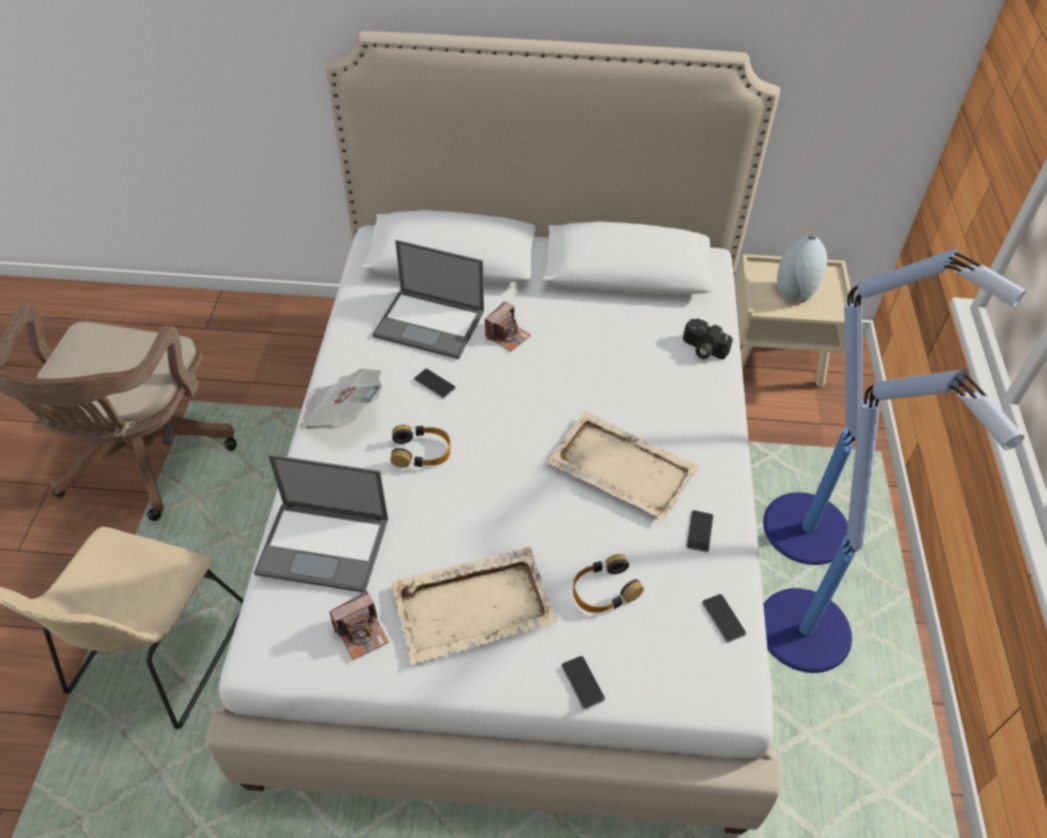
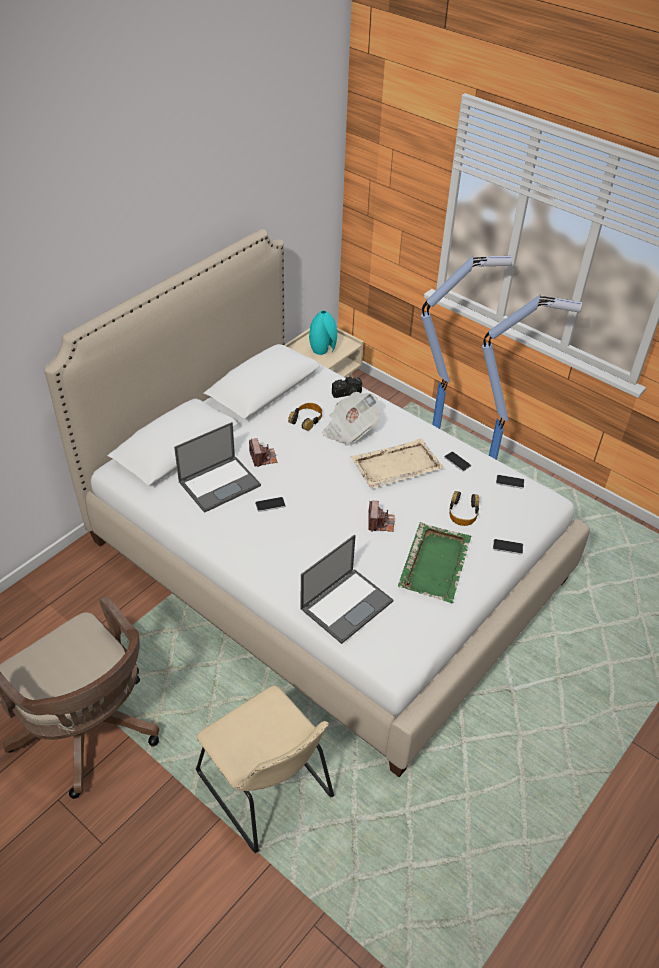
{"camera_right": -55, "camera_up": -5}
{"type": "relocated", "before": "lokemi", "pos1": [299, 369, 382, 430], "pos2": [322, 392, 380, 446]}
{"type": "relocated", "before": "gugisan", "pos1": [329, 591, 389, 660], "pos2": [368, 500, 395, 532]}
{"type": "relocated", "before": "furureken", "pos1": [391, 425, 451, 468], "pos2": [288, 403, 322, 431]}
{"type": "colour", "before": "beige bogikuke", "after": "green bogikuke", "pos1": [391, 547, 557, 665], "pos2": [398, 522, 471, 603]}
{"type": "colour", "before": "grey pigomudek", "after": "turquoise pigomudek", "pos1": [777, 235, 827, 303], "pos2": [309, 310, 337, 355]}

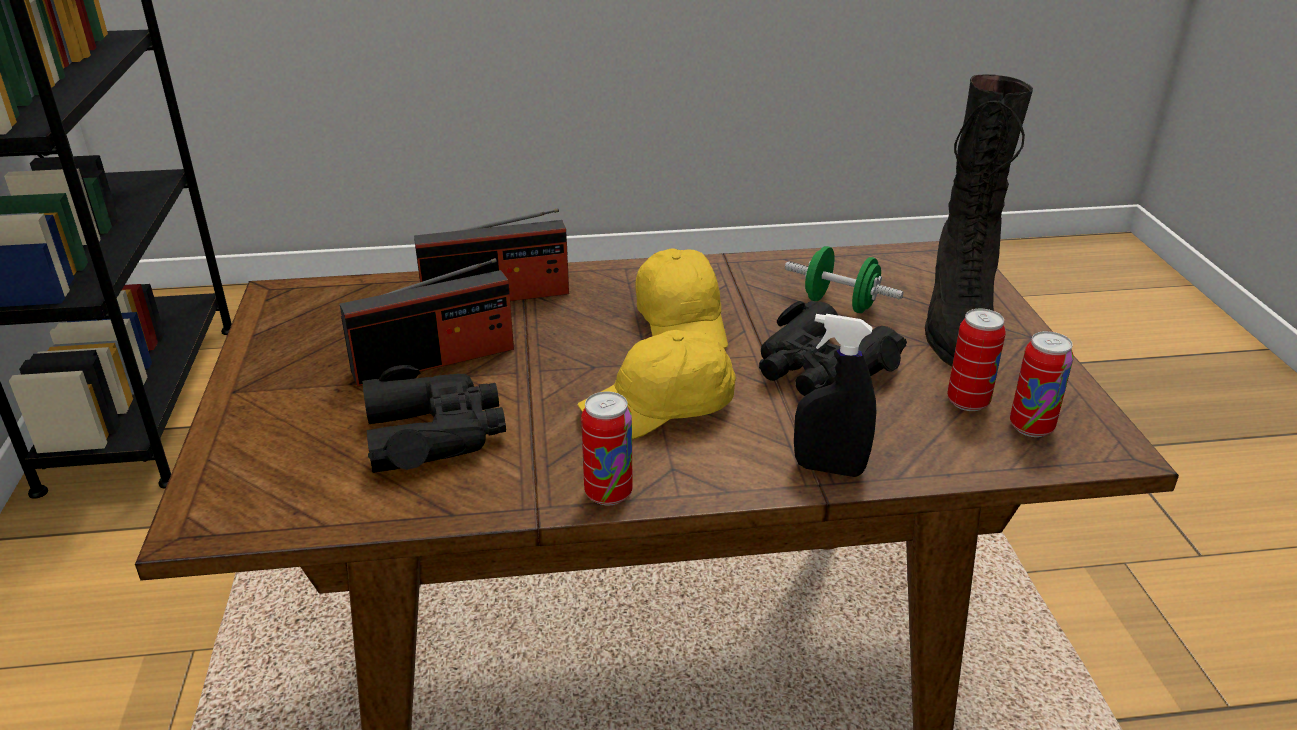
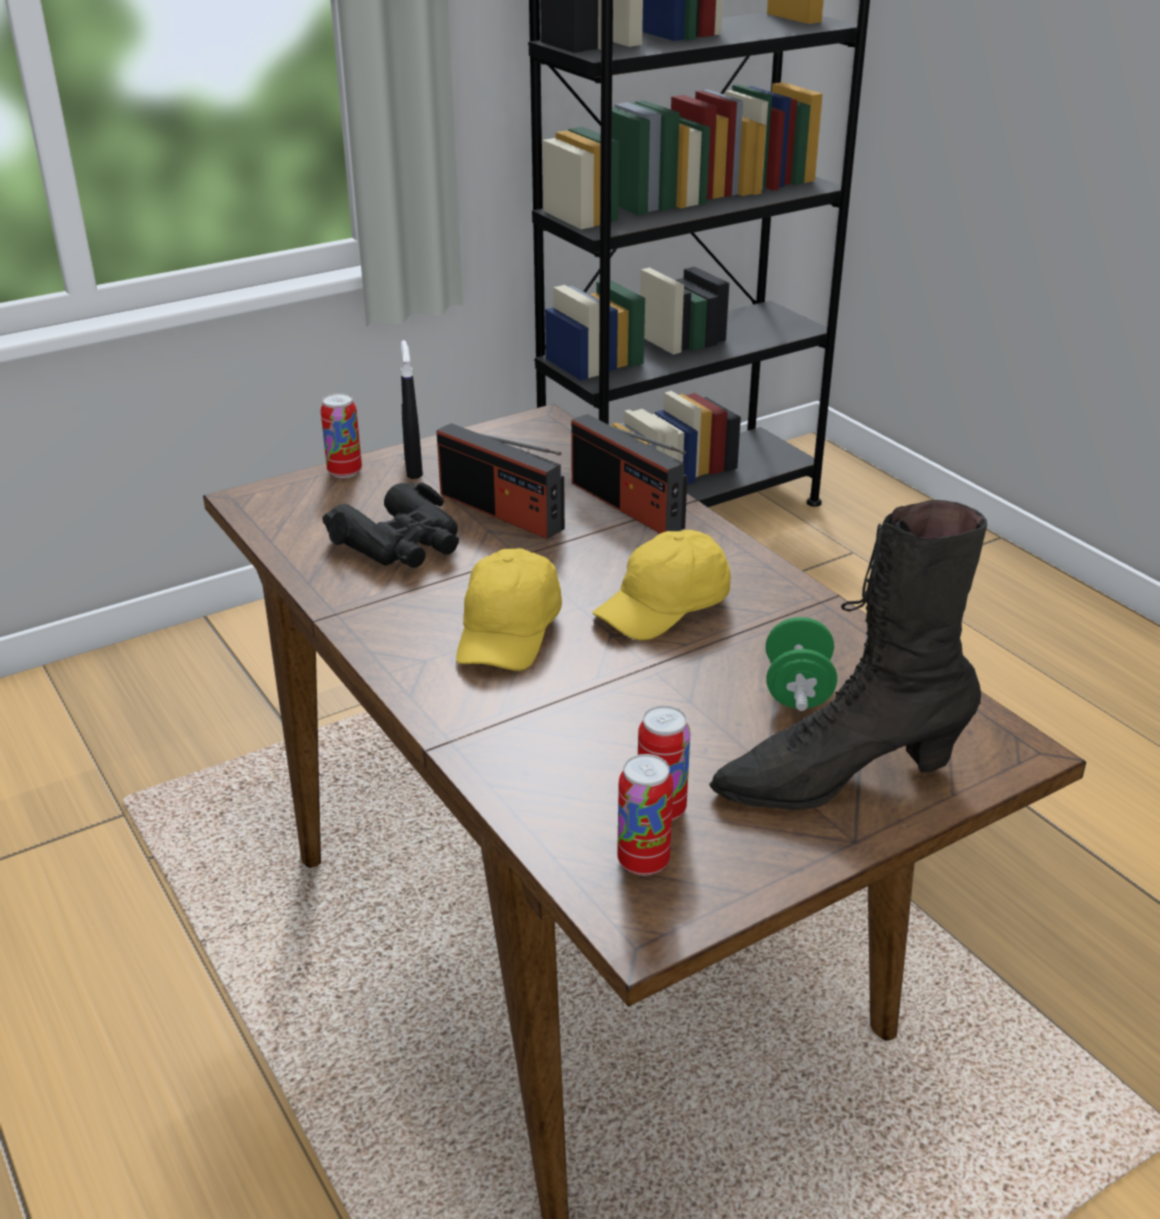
{"camera_right": 65, "camera_up": 0}
{"type": "missing", "before": "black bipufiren", "pos1": [759, 301, 907, 396]}
{"type": "relocated", "before": "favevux", "pos1": [581, 391, 633, 505], "pos2": [320, 393, 362, 478]}
{"type": "relocated", "before": "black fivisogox", "pos1": [794, 314, 876, 477], "pos2": [400, 340, 423, 479]}
{"type": "spun", "before": "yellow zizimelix", "pos1": [578, 330, 736, 439], "pos2": [456, 548, 562, 671], "turn": -120}

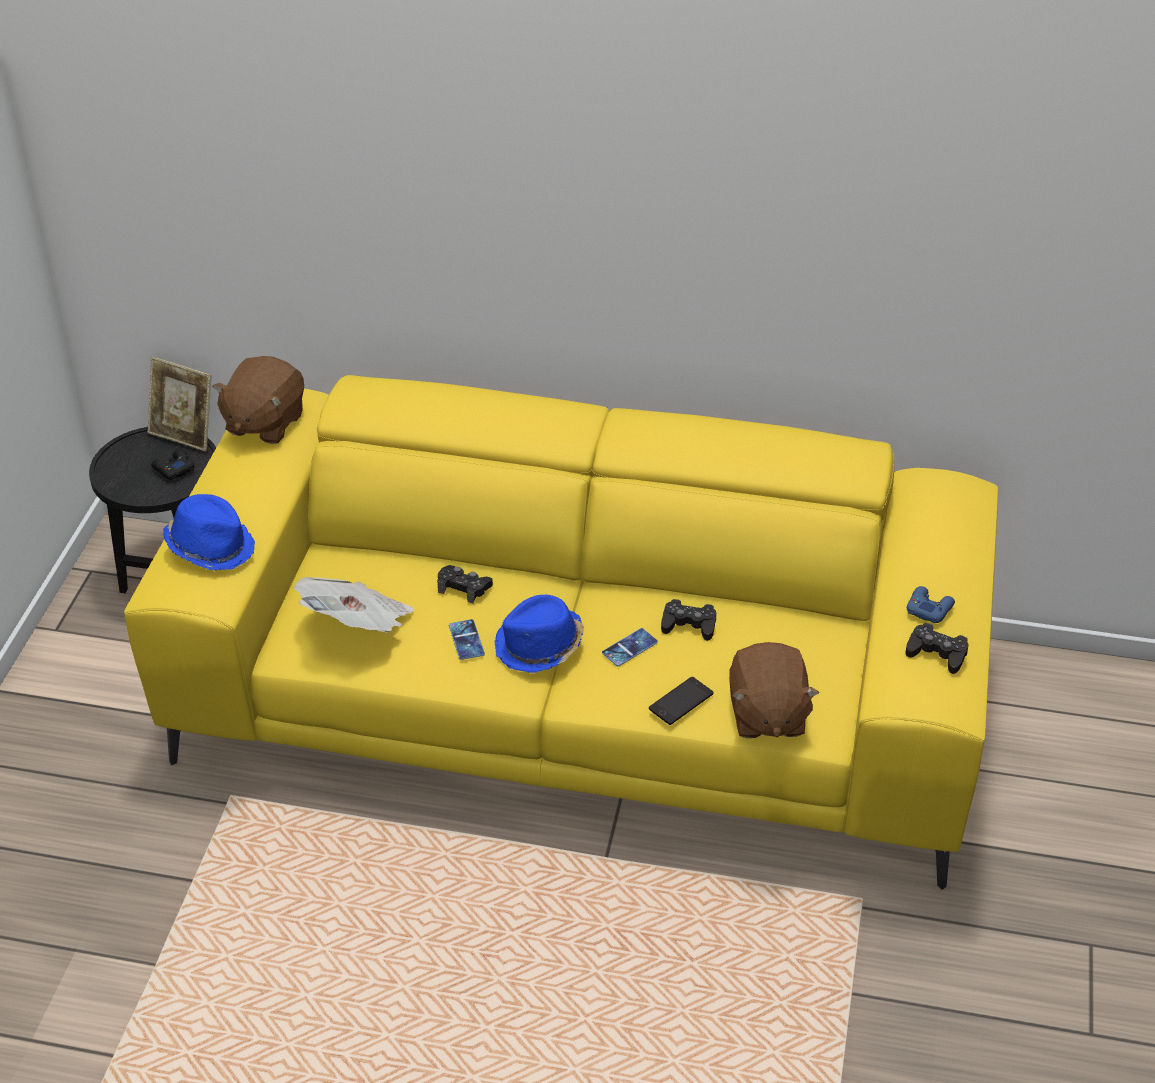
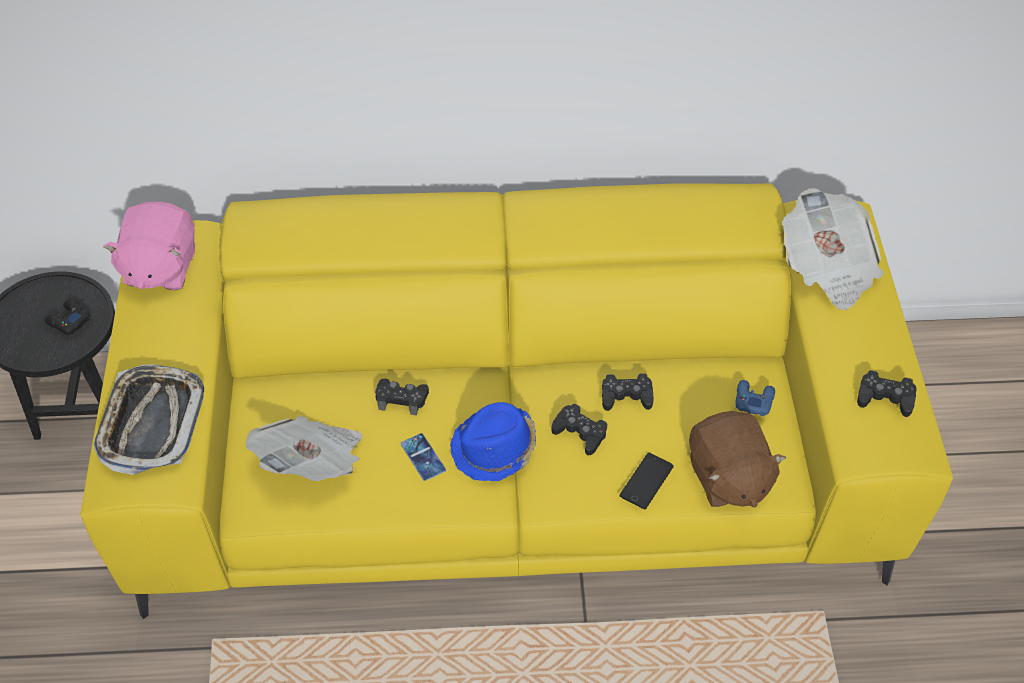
{"camera_right": -15, "camera_up": 10}
{"type": "missing", "before": "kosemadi", "pos1": [148, 356, 211, 451]}
{"type": "appeared", "after": "lokemi", "pos2": [782, 188, 884, 310]}
{"type": "relocated", "before": "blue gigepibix", "pos1": [907, 586, 955, 623], "pos2": [735, 380, 775, 416]}
{"type": "exchanged", "before": "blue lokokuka", "after": "bogikuke", "pos1": [163, 494, 255, 571], "pos2": [94, 365, 204, 475]}
{"type": "exchanged", "before": "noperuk", "after": "black gigepibix", "pos1": [602, 628, 658, 666], "pos2": [551, 404, 607, 455]}
{"type": "colour", "before": "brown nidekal", "after": "pink nidekal", "pos1": [212, 356, 304, 444], "pos2": [103, 202, 195, 290]}

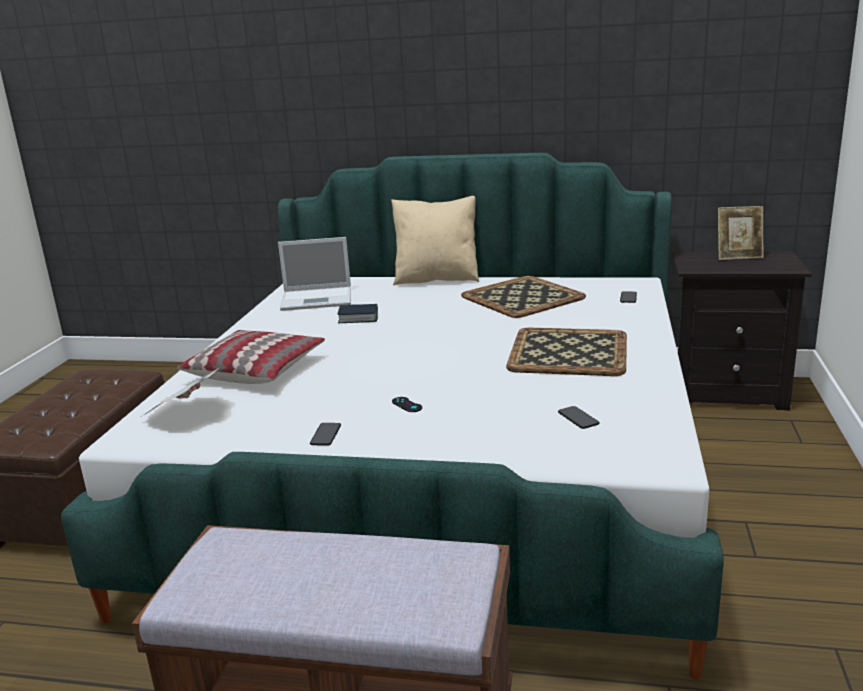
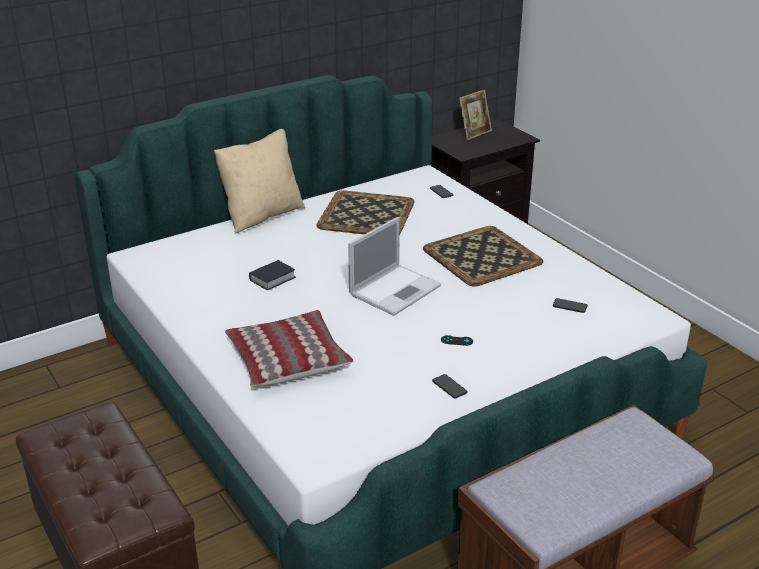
{"camera_right": -45, "camera_up": 10}
{"type": "missing", "before": "lokemi", "pos1": [144, 366, 223, 415]}
{"type": "relocated", "before": "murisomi", "pos1": [278, 237, 351, 311], "pos2": [348, 217, 441, 316]}

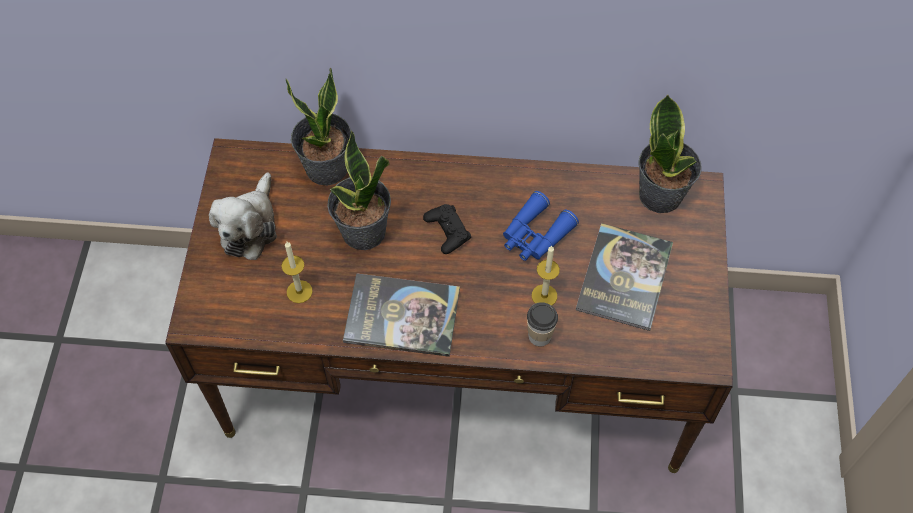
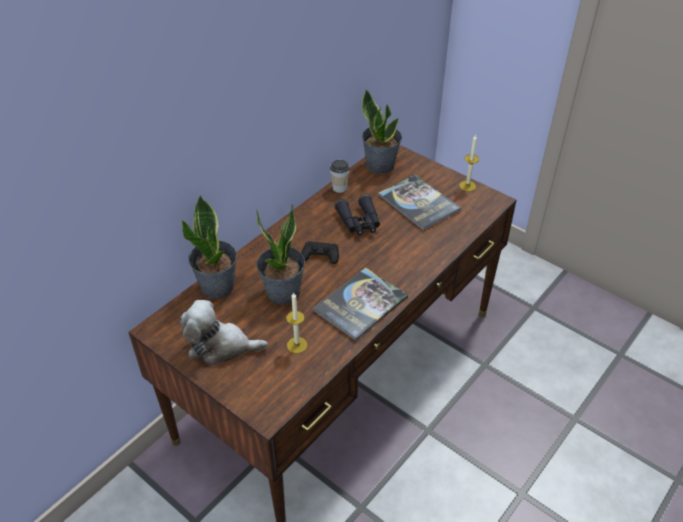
{"camera_right": -55, "camera_up": -15}
{"type": "relocated", "before": "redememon", "pos1": [527, 302, 558, 347], "pos2": [330, 160, 350, 193]}
{"type": "relocated", "before": "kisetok", "pos1": [532, 245, 560, 306], "pos2": [459, 134, 479, 191]}
{"type": "colour", "before": "blue bipufiren", "after": "black bipufiren", "pos1": [503, 191, 579, 261], "pos2": [334, 195, 380, 235]}
{"type": "spun", "before": "nidekal", "pos1": [209, 172, 277, 260], "pos2": [180, 300, 268, 366], "turn": 135}

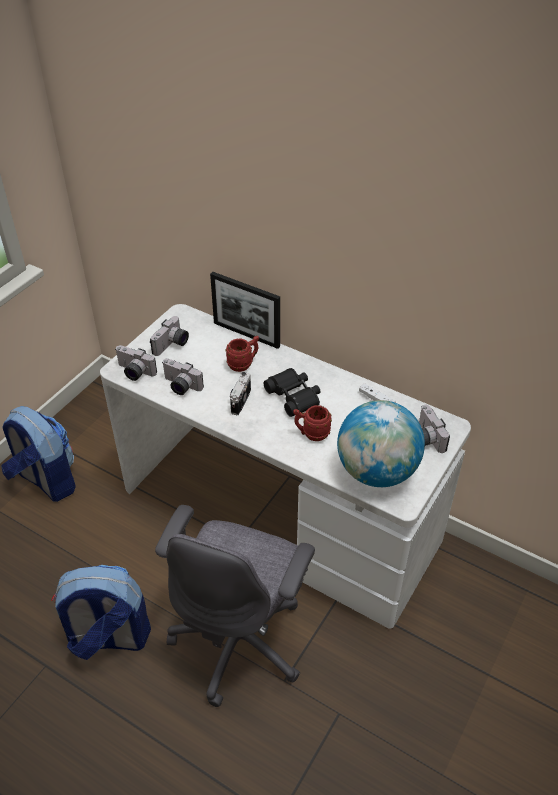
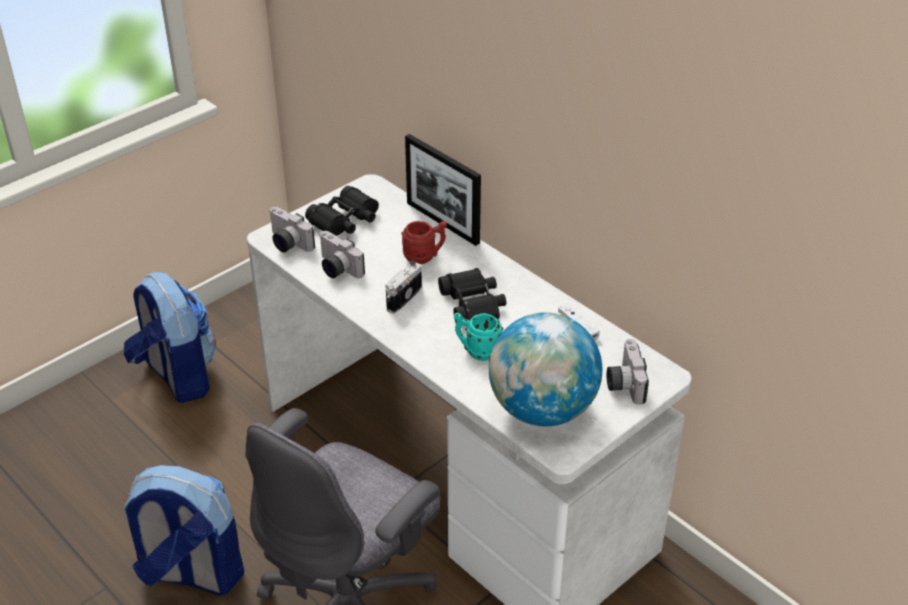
{"camera_right": 15, "camera_up": -5}
{"type": "exchanged", "before": "gugisan", "after": "black bipufiren", "pos1": [150, 316, 189, 356], "pos2": [305, 186, 379, 236]}
{"type": "colour", "before": "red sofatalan", "after": "turquoise sofatalan", "pos1": [293, 405, 332, 441], "pos2": [454, 313, 503, 361]}

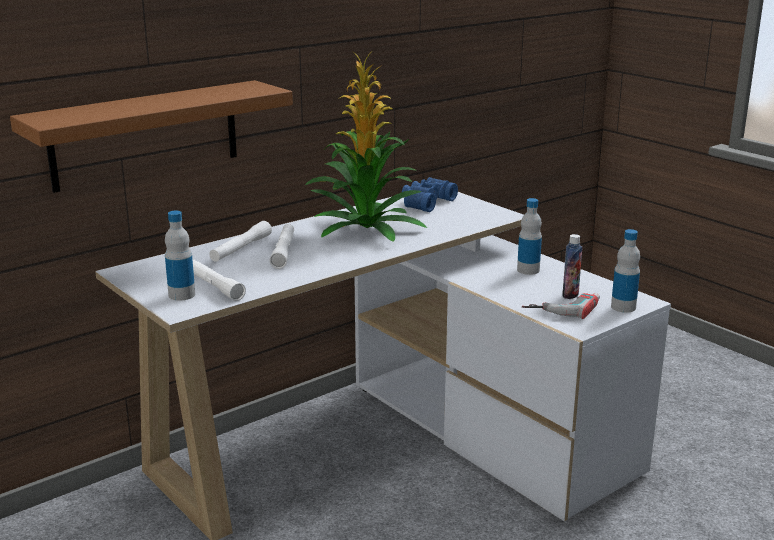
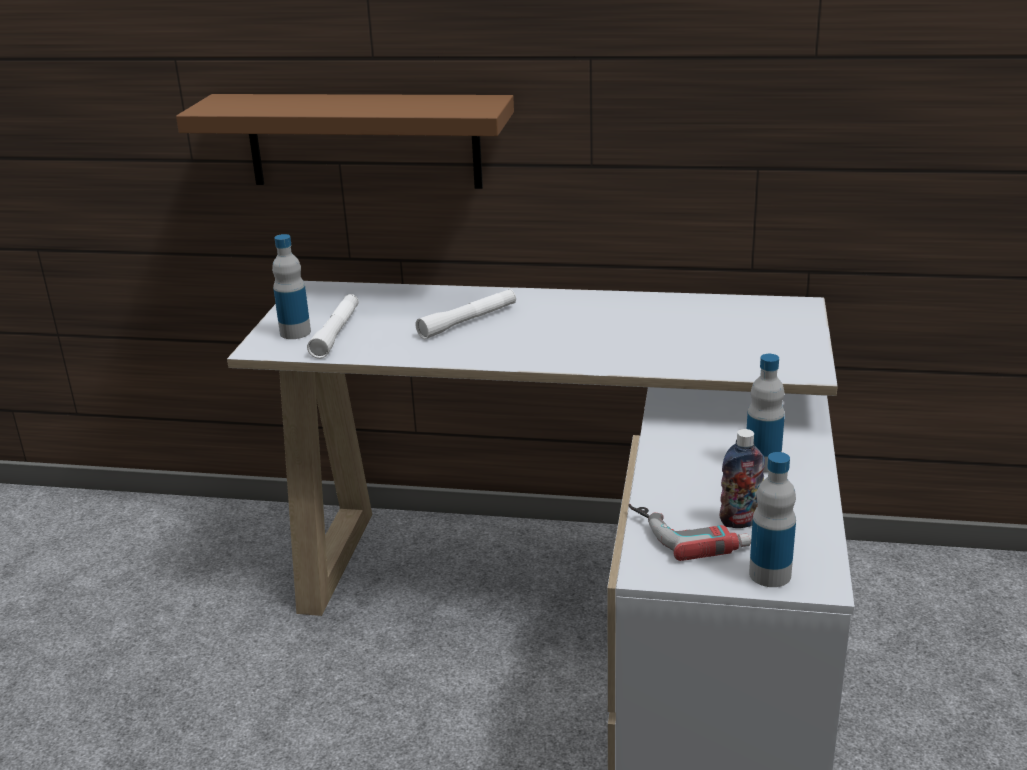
{"camera_right": 50, "camera_up": 5}
{"type": "missing", "before": "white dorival", "pos1": [209, 221, 272, 262]}
{"type": "missing", "before": "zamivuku", "pos1": [305, 52, 427, 242]}
{"type": "missing", "before": "blue bipufiren", "pos1": [402, 177, 458, 212]}

